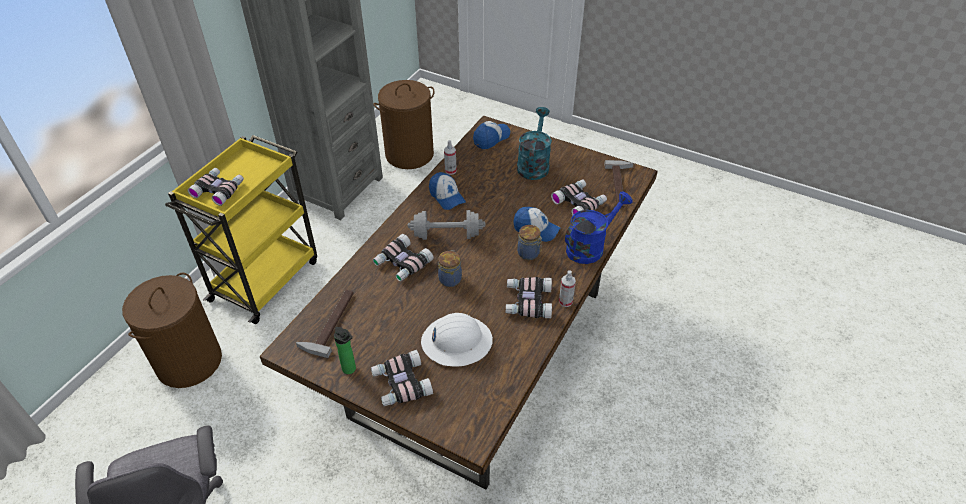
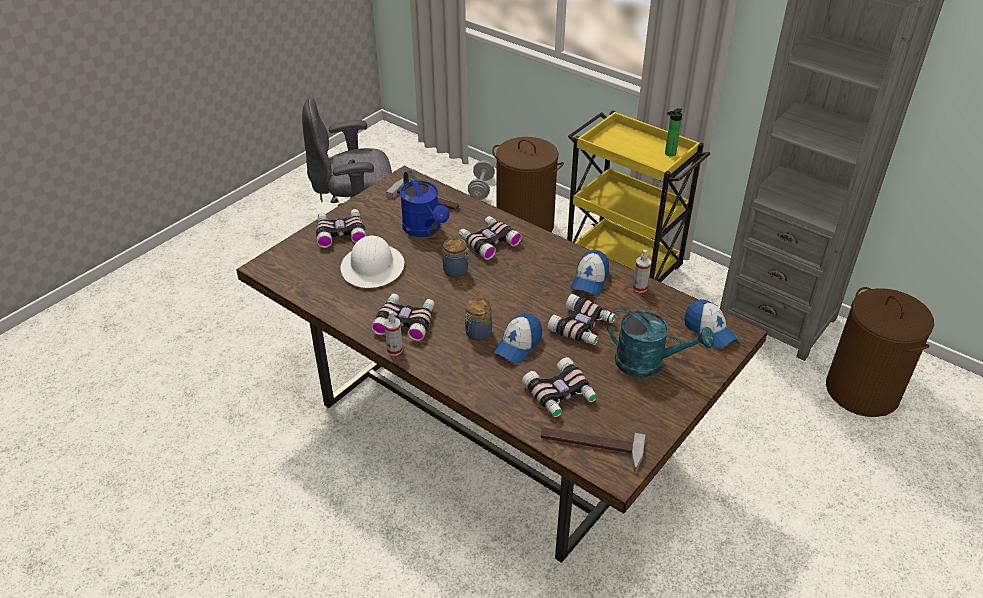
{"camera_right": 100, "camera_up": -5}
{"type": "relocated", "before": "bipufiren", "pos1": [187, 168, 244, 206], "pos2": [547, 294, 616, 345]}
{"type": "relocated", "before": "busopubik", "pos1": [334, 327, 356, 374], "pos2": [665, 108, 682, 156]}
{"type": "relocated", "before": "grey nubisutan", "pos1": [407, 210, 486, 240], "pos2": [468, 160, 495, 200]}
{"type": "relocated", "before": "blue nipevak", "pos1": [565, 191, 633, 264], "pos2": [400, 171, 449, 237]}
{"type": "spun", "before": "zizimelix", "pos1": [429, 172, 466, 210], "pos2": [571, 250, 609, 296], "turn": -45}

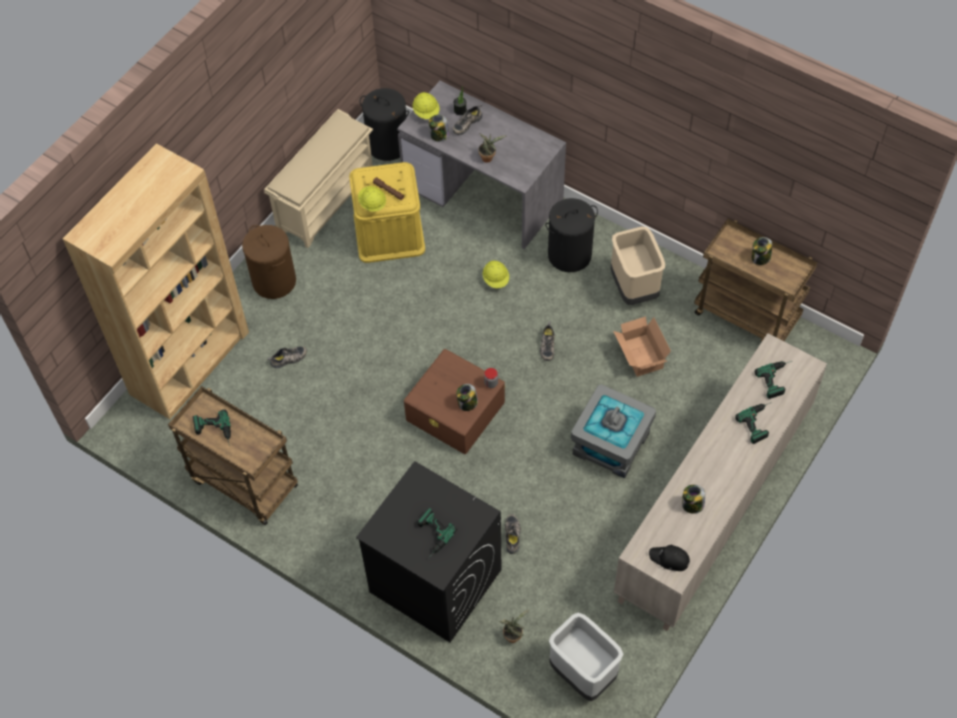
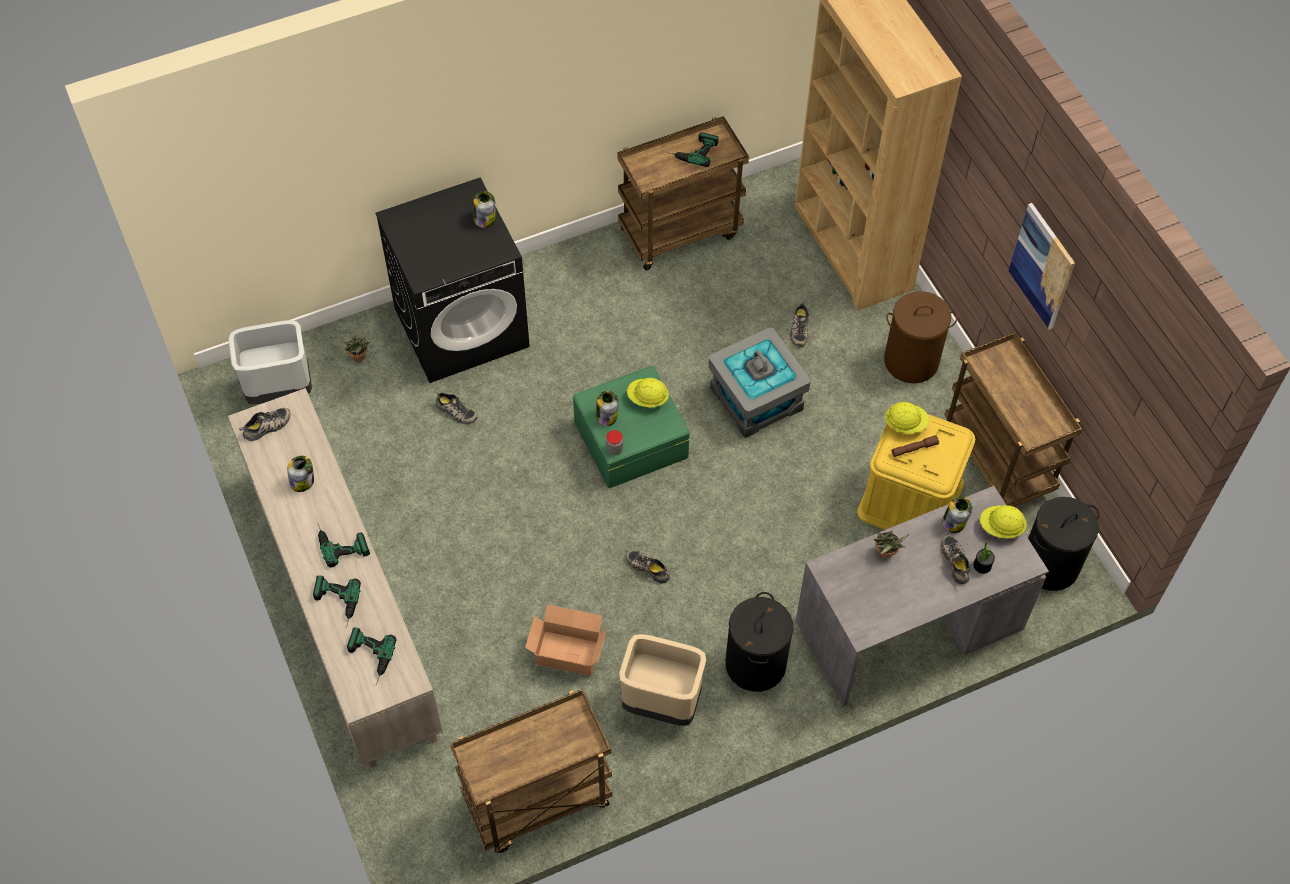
{"camera_right": 120, "camera_up": 0}
{"type": "appeared", "after": "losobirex", "pos2": [1009, 203, 1075, 329]}
{"type": "relocated", "before": "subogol", "pos1": [417, 508, 457, 559], "pos2": [318, 524, 370, 568]}
{"type": "relocated", "before": "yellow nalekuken", "pos1": [483, 261, 509, 288], "pos2": [627, 378, 669, 409]}
{"type": "relocated", "before": "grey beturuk", "pos1": [571, 384, 656, 479], "pos2": [709, 327, 811, 438]}
{"type": "relocated", "before": "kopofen", "pos1": [752, 237, 772, 265], "pos2": [473, 191, 495, 228]}
{"type": "exchanged", "before": "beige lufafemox", "after": "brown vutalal", "pos1": [264, 109, 373, 248], "pos2": [944, 332, 1082, 507]}
{"type": "exchanged", "before": "black zizimelix", "after": "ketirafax", "pos1": [649, 545, 690, 571], "pos2": [239, 408, 290, 441]}
{"type": "colour", "before": "brown beturuk", "after": "green beturuk", "pos1": [404, 349, 505, 454], "pos2": [573, 366, 690, 488]}

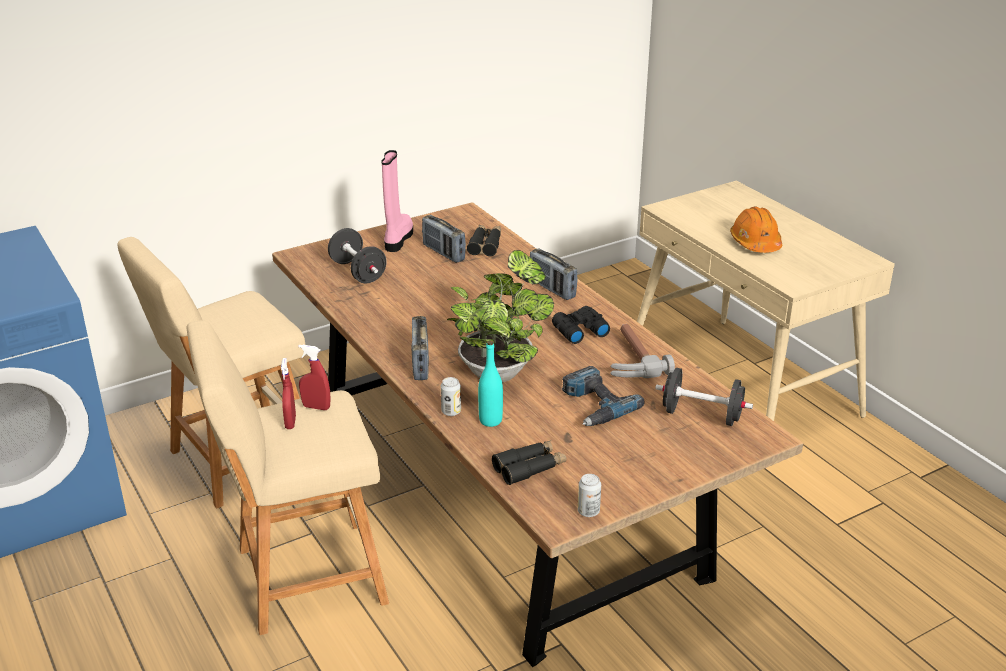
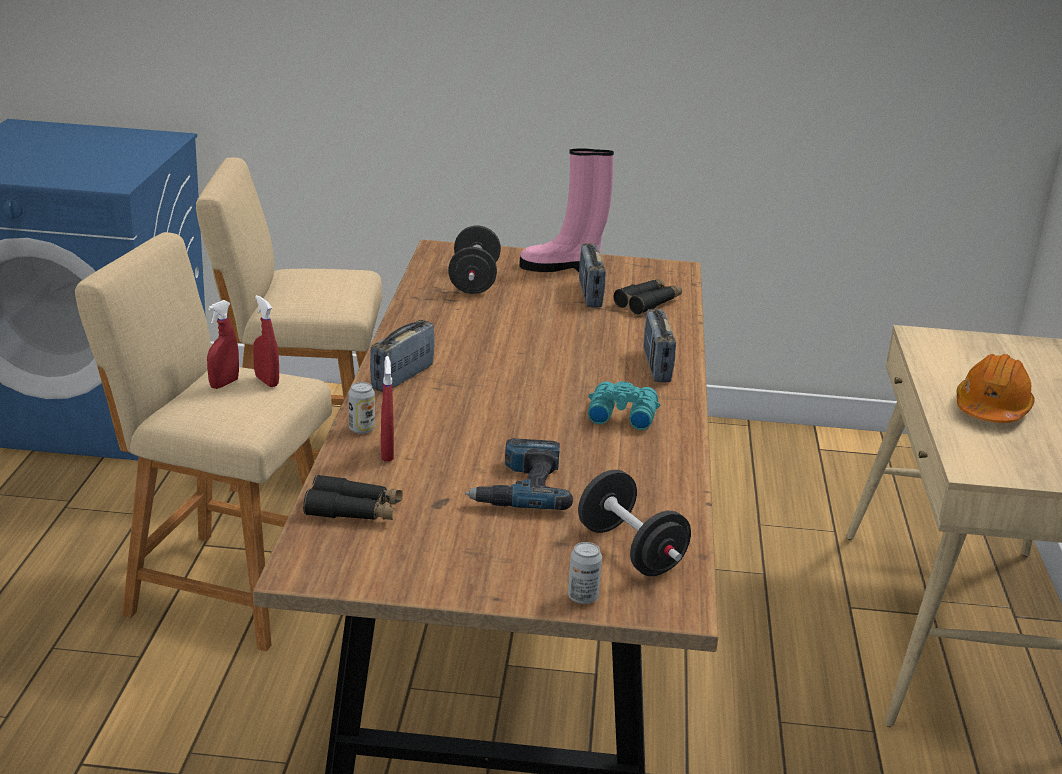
{"camera_right": 35, "camera_up": -5}
{"type": "missing", "before": "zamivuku", "pos1": [447, 250, 554, 382]}
{"type": "missing", "before": "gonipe", "pos1": [610, 324, 675, 378]}
{"type": "relocated", "before": "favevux", "pos1": [578, 474, 601, 517], "pos2": [568, 542, 602, 604]}
{"type": "exchanged", "before": "turquoise busopubik", "after": "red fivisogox", "pos1": [478, 341, 503, 427], "pos2": [381, 356, 394, 461]}
{"type": "colour", "before": "black bipufiren", "after": "turquoise bipufiren", "pos1": [552, 306, 610, 344], "pos2": [588, 381, 660, 430]}
{"type": "spun", "before": "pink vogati", "pos1": [381, 150, 413, 252], "pos2": [519, 148, 614, 272], "turn": -135}

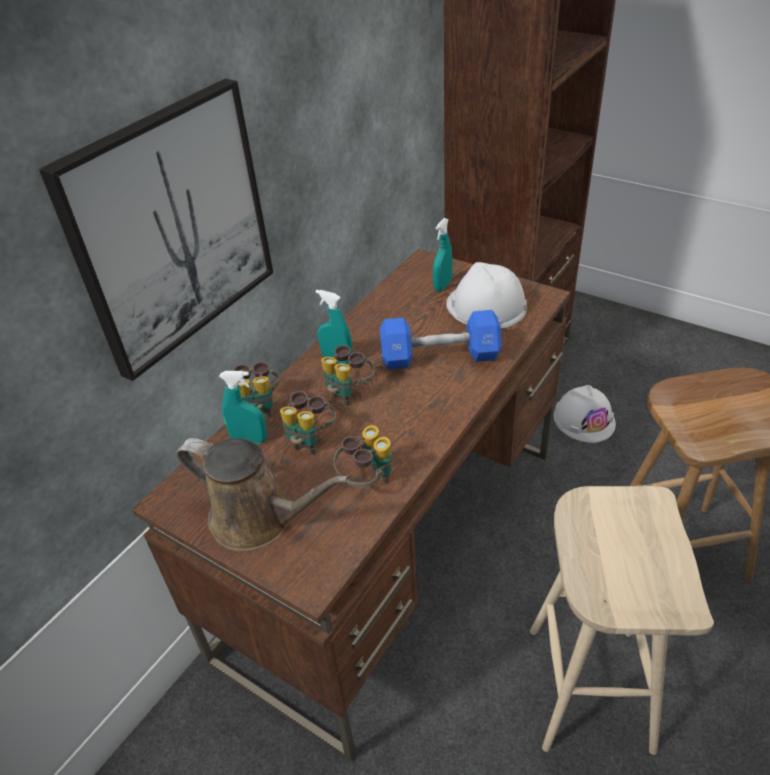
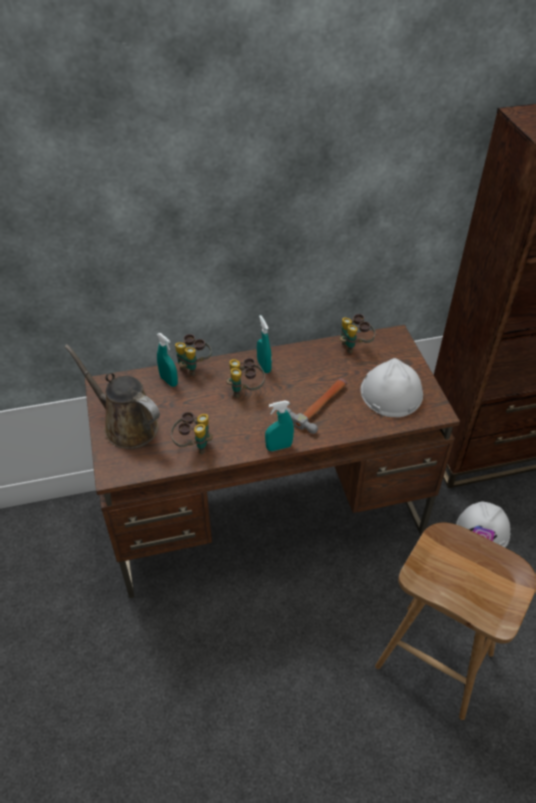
{"camera_right": 40, "camera_up": 5}
{"type": "missing", "before": "losobirex", "pos1": [39, 79, 273, 381]}
{"type": "missing", "before": "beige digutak", "pos1": [530, 486, 714, 755]}
{"type": "relocated", "before": "bipufiren", "pos1": [280, 391, 336, 454], "pos2": [340, 314, 375, 354]}
{"type": "relocated", "before": "turquoise fivisogox", "pos1": [433, 218, 453, 291], "pos2": [265, 401, 294, 451]}
{"type": "exchanged", "before": "blue nubisutan", "after": "gonipe", "pos1": [380, 310, 502, 370], "pos2": [286, 378, 347, 434]}
{"type": "spun", "before": "brown nipevak", "pos1": [176, 438, 350, 552], "pos2": [64, 344, 160, 449], "turn": 150}

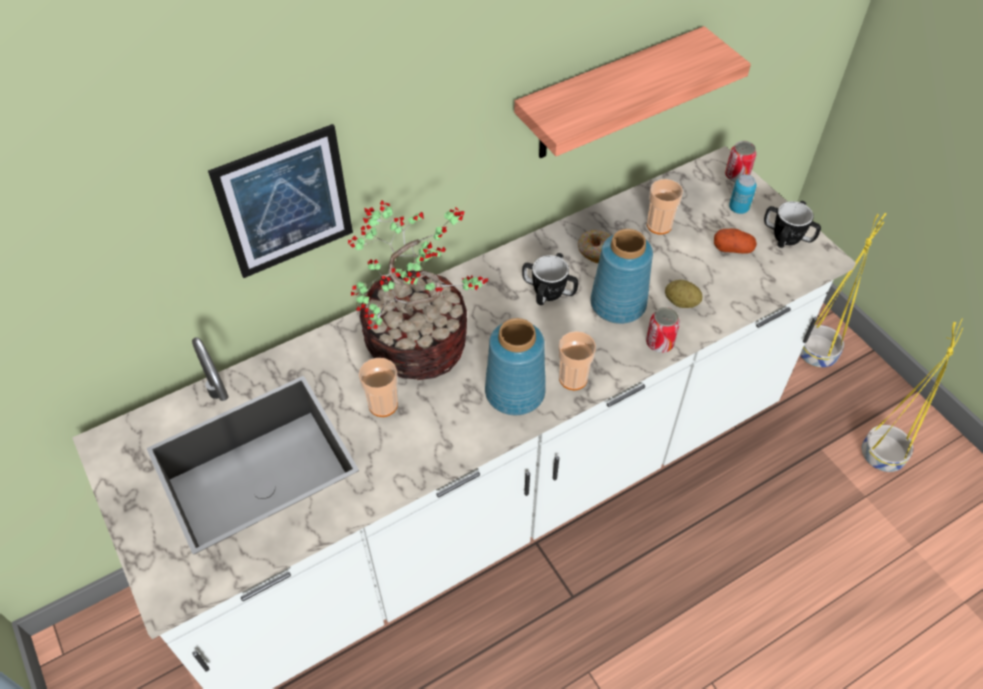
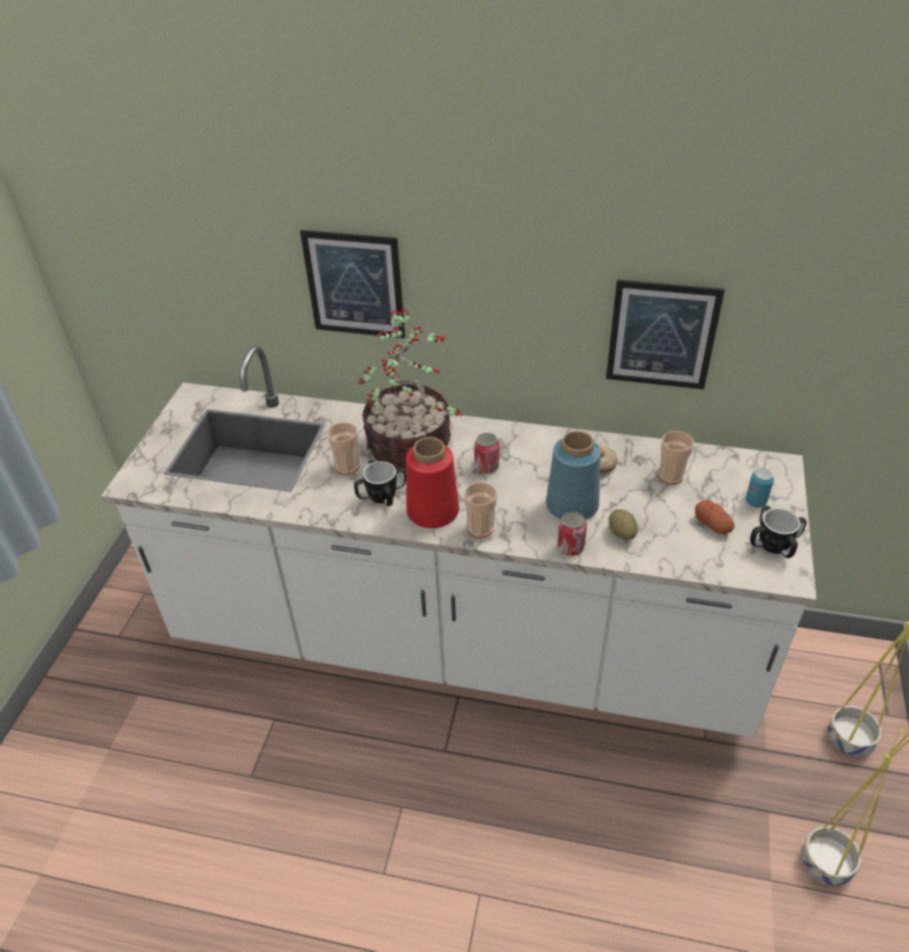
{"camera_right": 45, "camera_up": -10}
{"type": "relocated", "before": "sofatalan", "pos1": [522, 253, 578, 305], "pos2": [354, 460, 406, 506]}
{"type": "relocated", "before": "favevux", "pos1": [725, 141, 756, 182], "pos2": [474, 433, 499, 474]}
{"type": "exchanged", "before": "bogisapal", "after": "losobirex", "pos1": [514, 26, 751, 158], "pos2": [606, 280, 725, 389]}
{"type": "colour", "before": "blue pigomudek", "after": "red pigomudek", "pos1": [485, 318, 546, 415], "pos2": [406, 437, 459, 528]}

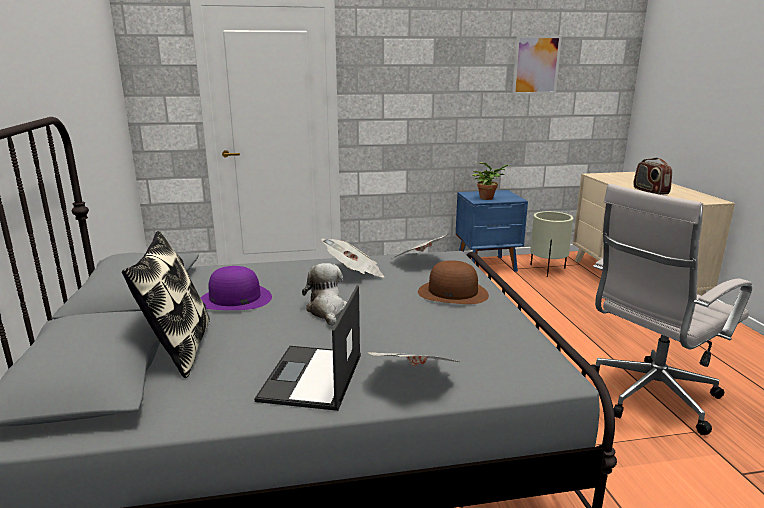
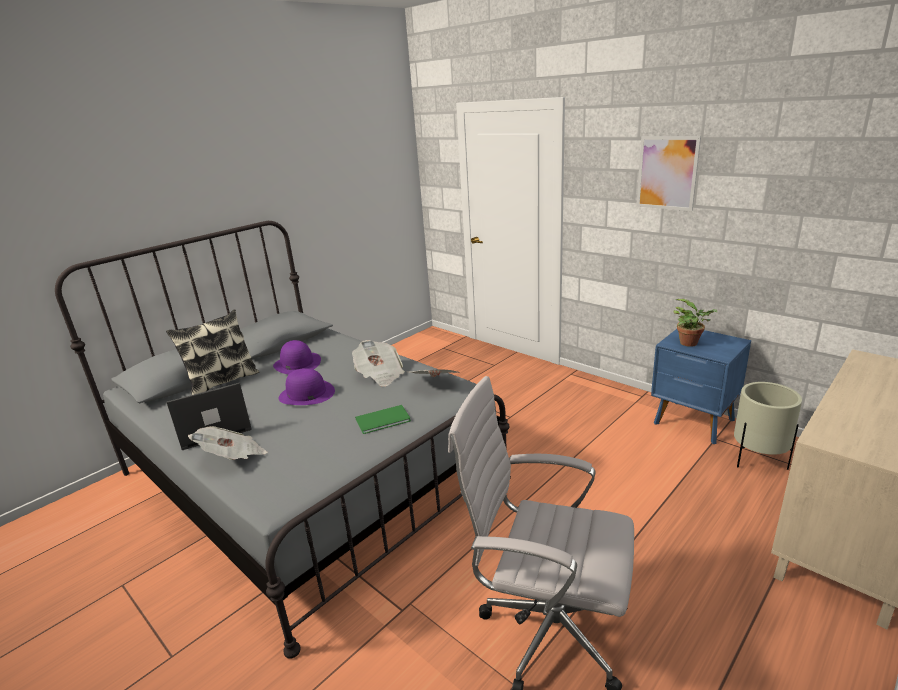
{"camera_right": 55, "camera_up": 5}
{"type": "missing", "before": "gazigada", "pos1": [633, 158, 672, 195]}
{"type": "relocated", "before": "losobirex", "pos1": [512, 35, 562, 95], "pos2": [636, 136, 701, 211]}
{"type": "exchanged", "before": "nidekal", "after": "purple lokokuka", "pos1": [302, 263, 347, 326], "pos2": [279, 369, 335, 405]}
{"type": "exchanged", "before": "brown lokokuka", "after": "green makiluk", "pos1": [418, 260, 489, 304], "pos2": [355, 405, 411, 434]}

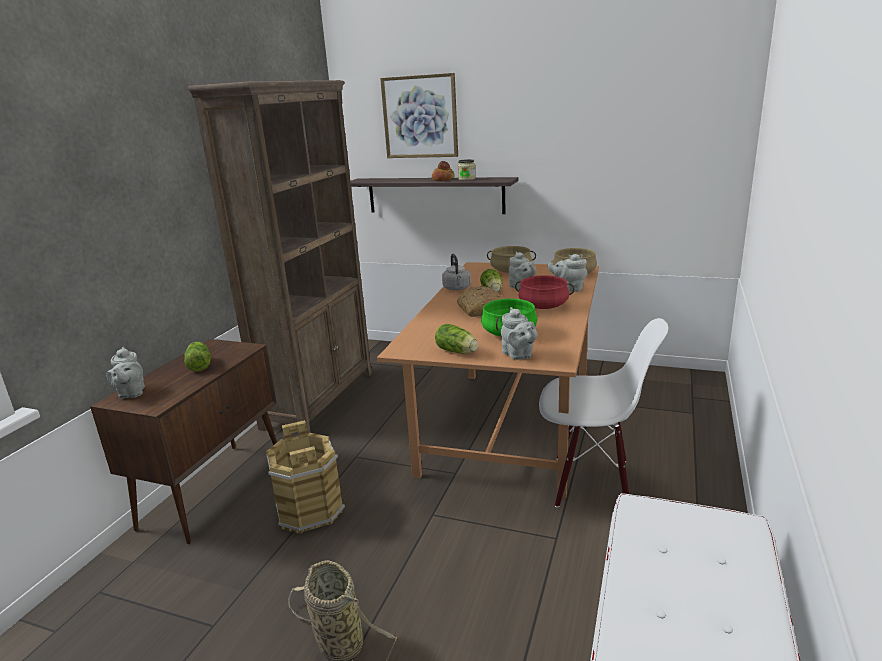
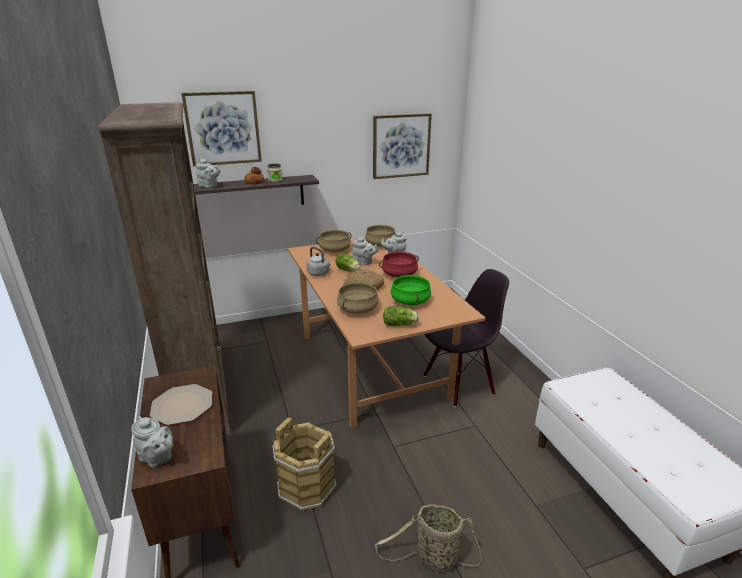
{"camera_right": -40, "camera_up": 5}
{"type": "appeared", "after": "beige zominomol", "pos2": [337, 282, 379, 314]}
{"type": "appeared", "after": "losobirex", "pos2": [373, 113, 432, 179]}
{"type": "relocated", "before": "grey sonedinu", "pos1": [501, 307, 537, 360], "pos2": [196, 159, 221, 188]}
{"type": "exchanged", "before": "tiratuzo", "after": "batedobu", "pos1": [184, 342, 211, 372], "pos2": [150, 384, 212, 425]}
{"type": "colour", "before": "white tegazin", "after": "black tegazin", "pos1": [539, 318, 668, 508], "pos2": [423, 269, 509, 407]}

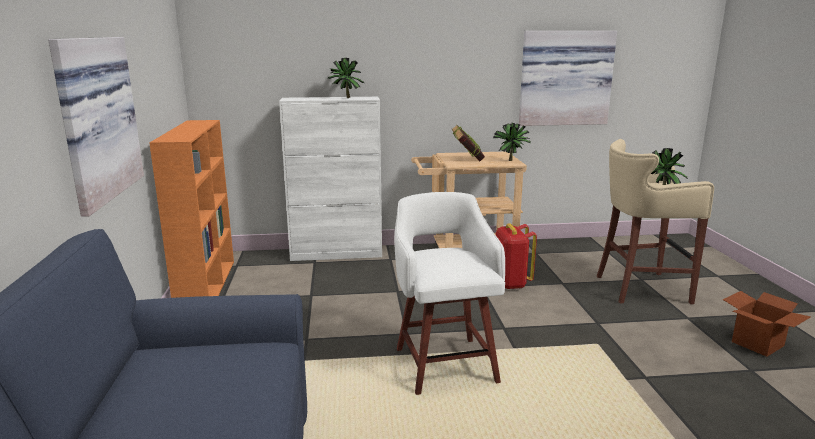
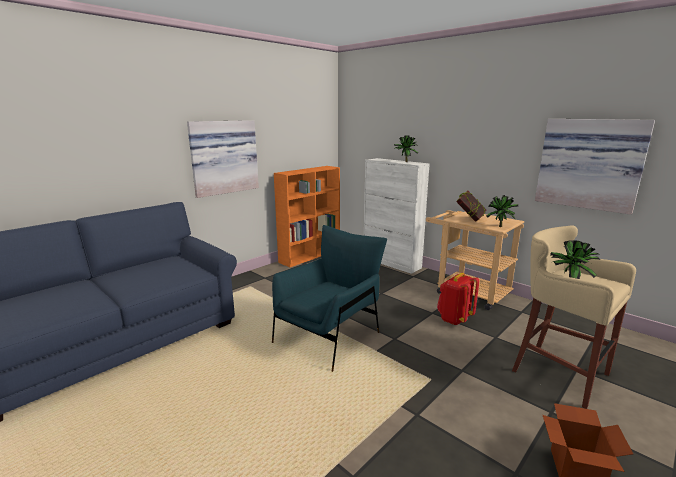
{"camera_right": 50, "camera_up": 0}
{"type": "exchanged", "before": "white digutak", "after": "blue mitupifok", "pos1": [394, 192, 505, 395], "pos2": [272, 225, 387, 372]}

